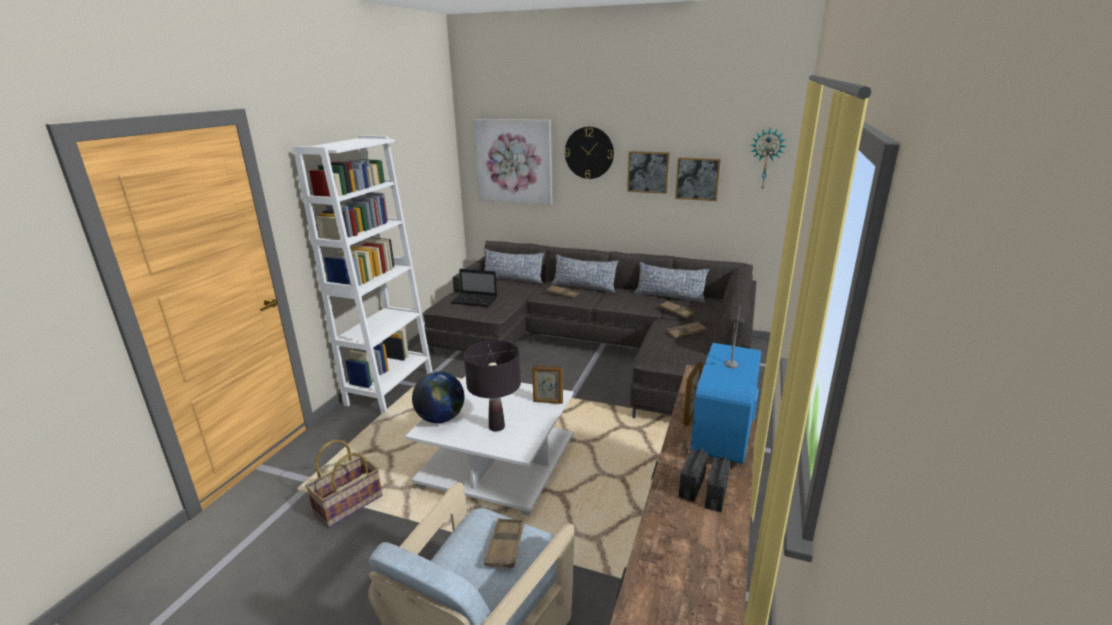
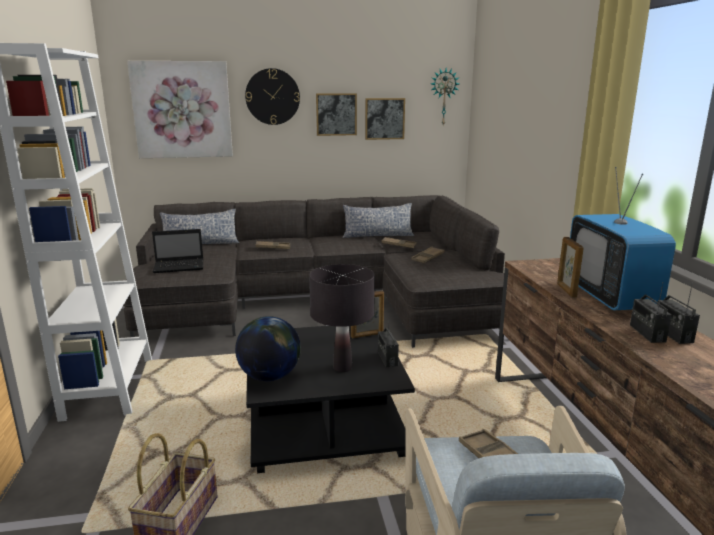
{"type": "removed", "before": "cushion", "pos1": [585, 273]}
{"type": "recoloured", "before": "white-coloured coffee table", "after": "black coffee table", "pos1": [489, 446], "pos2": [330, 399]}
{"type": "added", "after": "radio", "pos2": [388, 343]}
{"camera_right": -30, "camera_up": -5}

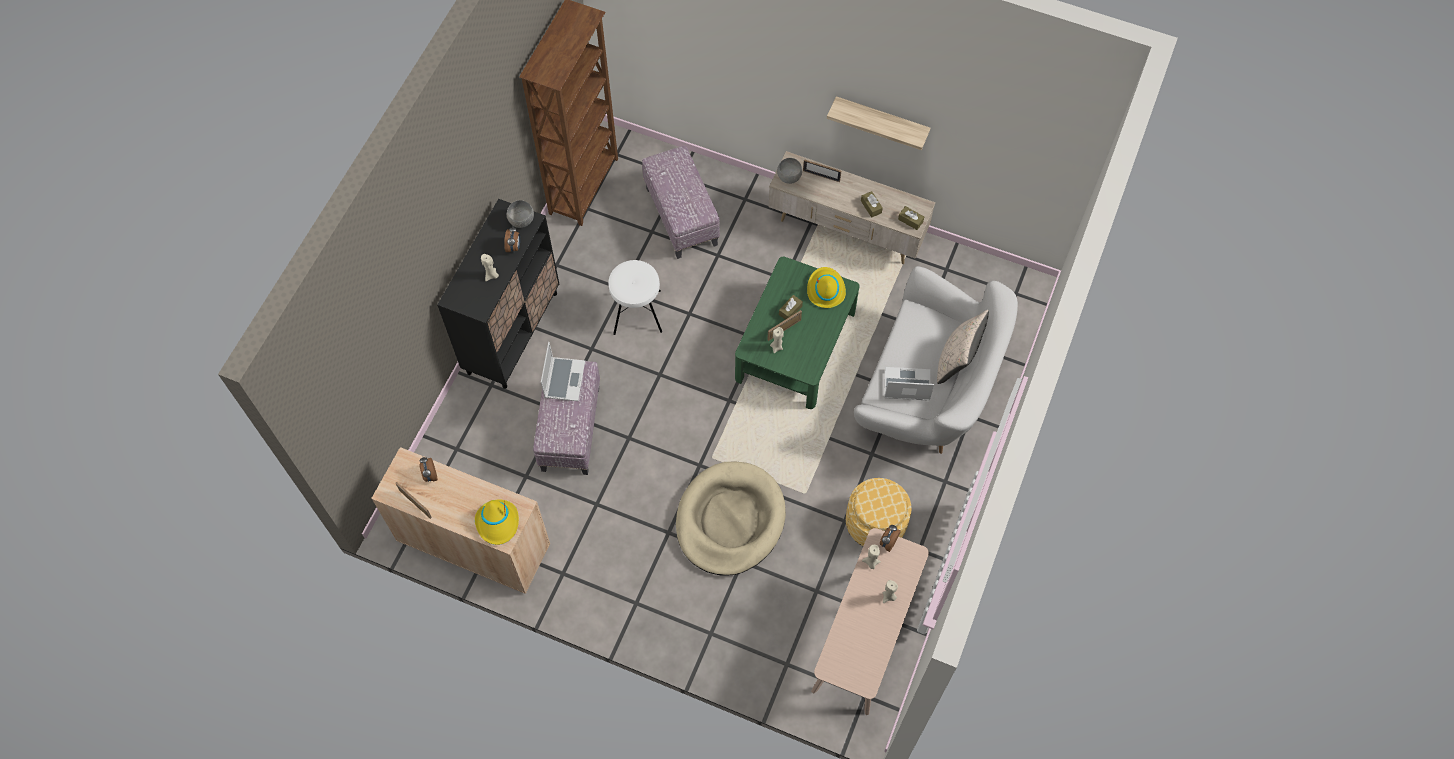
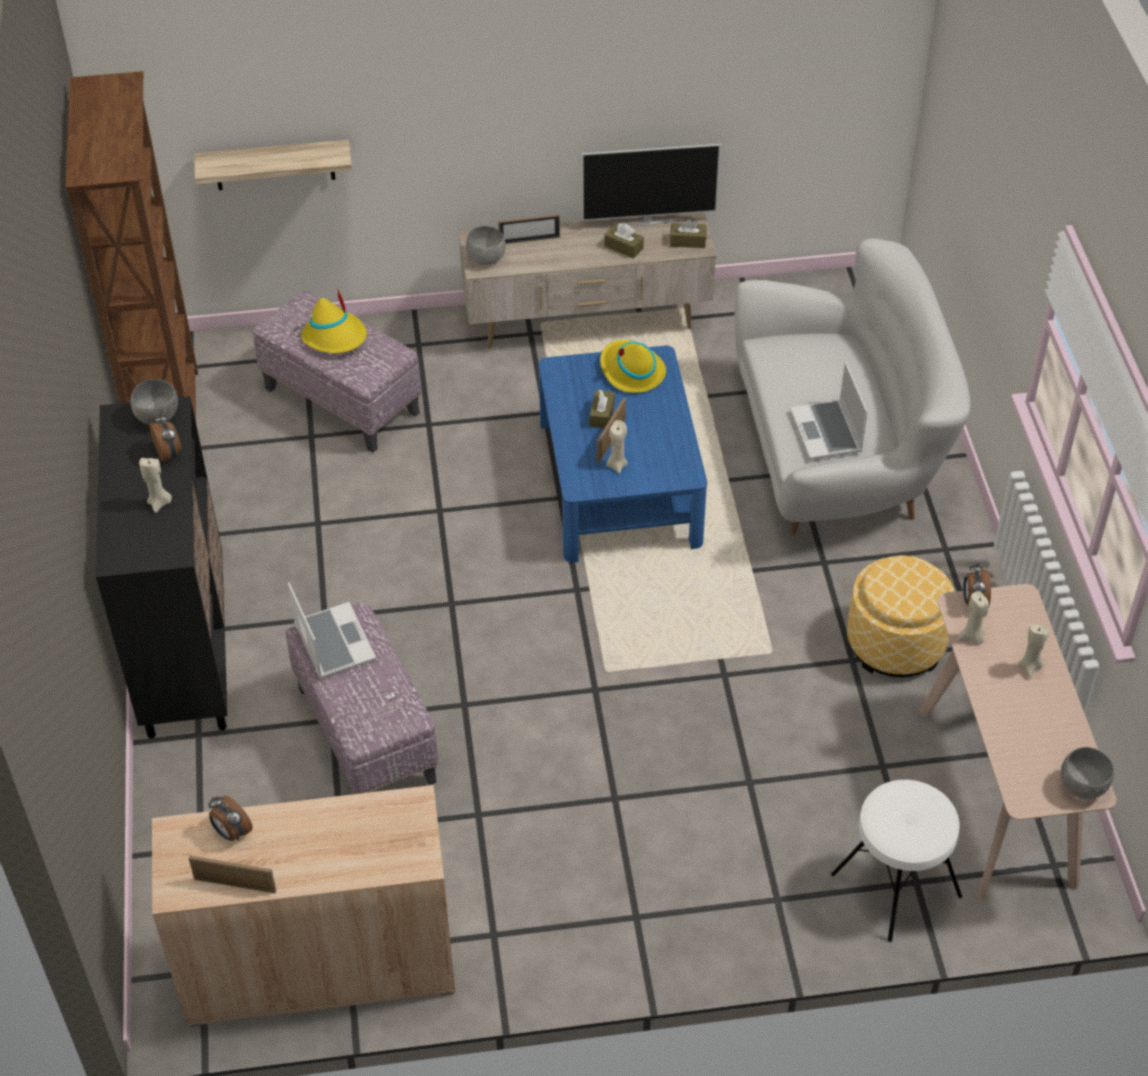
{"type": "moved", "before": "bracket shelf", "pos1": [878, 123], "pos2": [273, 165]}
{"type": "recoloured", "before": "green coffee table", "after": "blue-coloured coffee table", "pos1": [797, 333], "pos2": [622, 454]}
{"type": "moved", "before": "white-coloured sitting stool", "pos1": [635, 297], "pos2": [896, 861]}
{"type": "removed", "before": "beige cushion", "pos1": [963, 347]}
{"type": "turned", "before": "laptop", "pos1": [909, 384], "pos2": [829, 411], "turn": -75}
{"type": "removed", "before": "beige dog cushion", "pos1": [731, 518]}
{"type": "moved", "before": "yellowish wearable hat", "pos1": [497, 522], "pos2": [334, 320]}
{"type": "added", "after": "TV", "pos2": [651, 185]}
{"type": "added", "after": "gray bowl", "pos2": [1087, 773]}
{"camera_right": -30, "camera_up": -15}

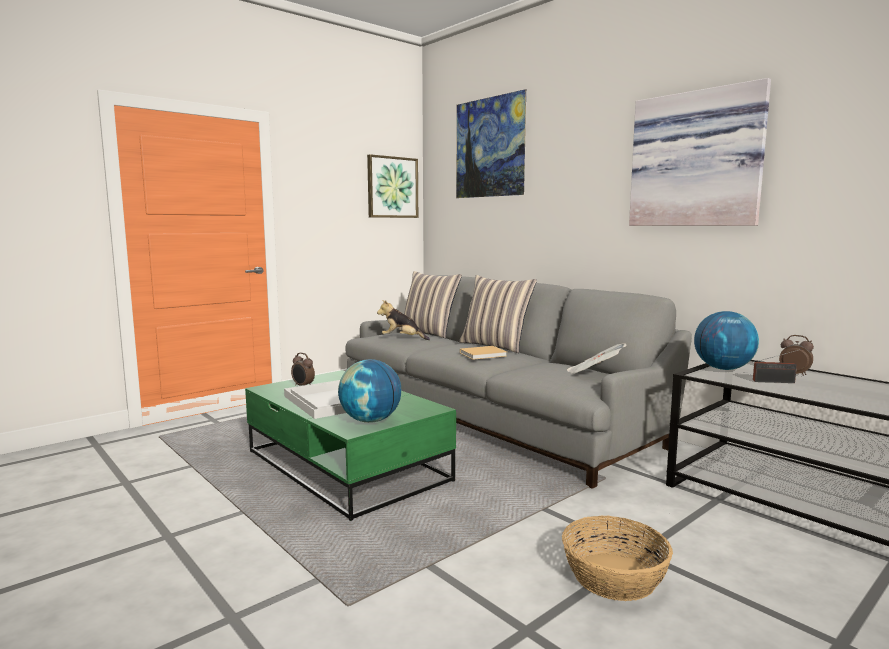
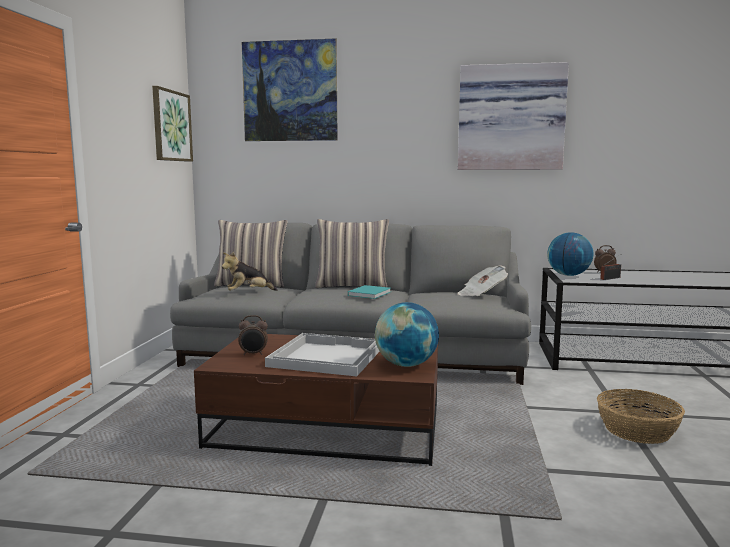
{"type": "recoloured", "before": "beige book", "after": "turquoise-coloured book", "pos1": [483, 353], "pos2": [369, 292]}
{"type": "recoloured", "before": "green coffee table", "after": "brownish coffee table", "pos1": [350, 445], "pos2": [316, 400]}
{"camera_right": -40, "camera_up": 0}

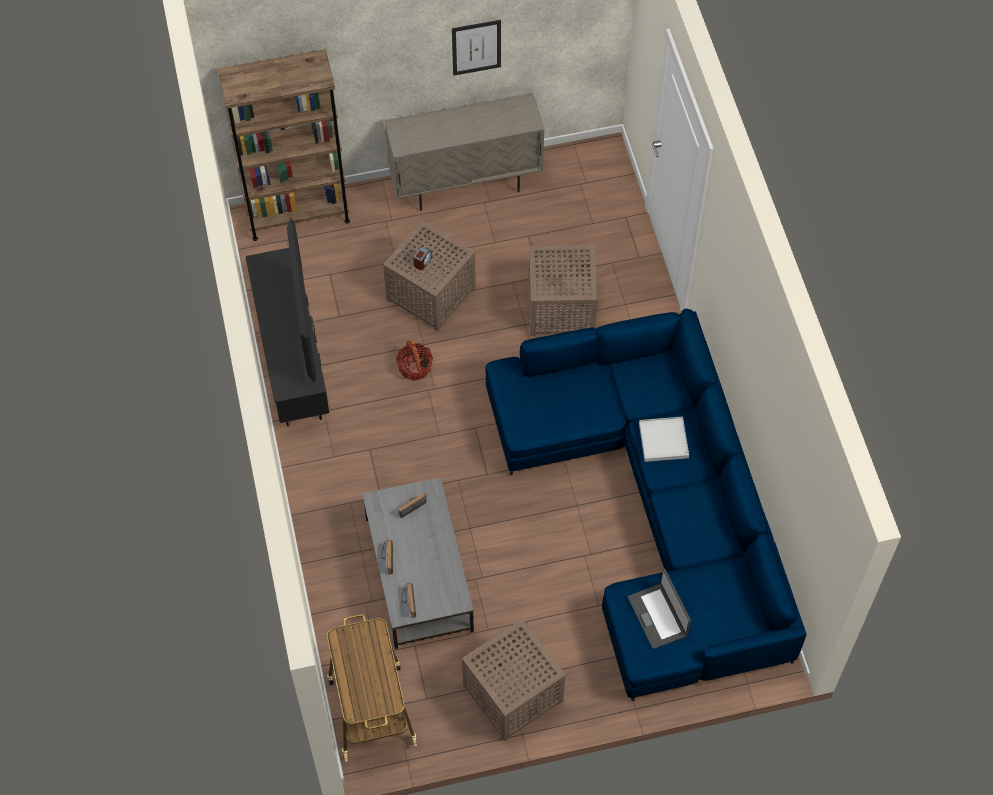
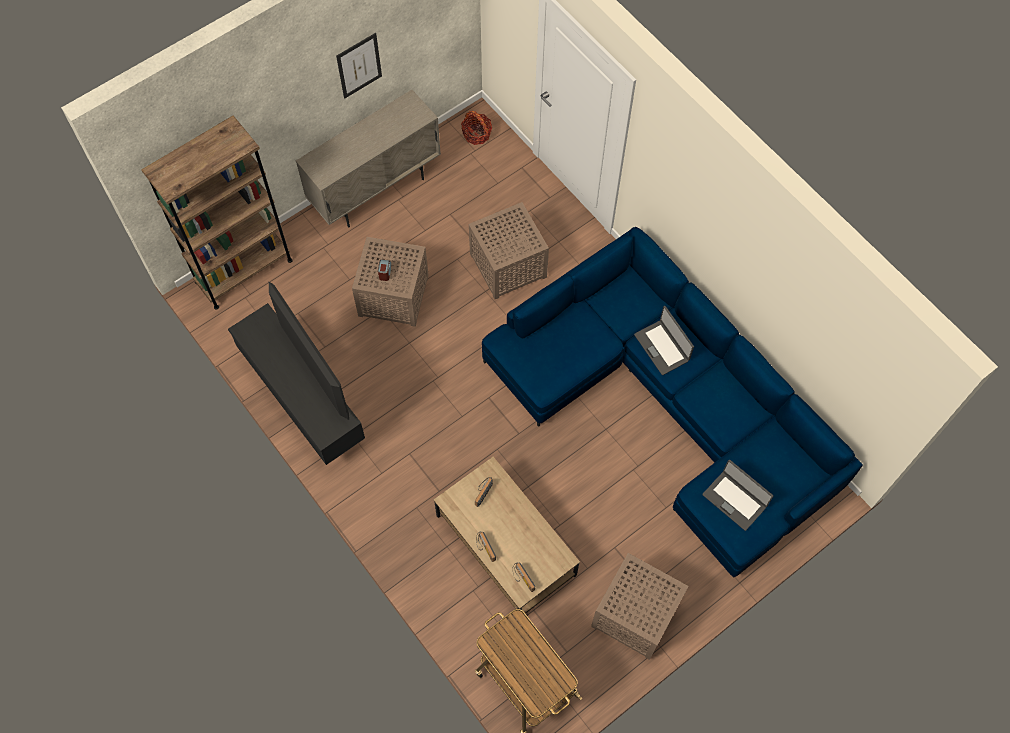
{"type": "moved", "before": "household basket", "pos1": [414, 360], "pos2": [476, 128]}
{"type": "replaced", "before": "white-coloured tray", "after": "laptop", "pos1": [664, 439], "pos2": [664, 340]}
{"type": "recoloured", "before": "gray coffee table", "after": "brownish coffee table", "pos1": [418, 563], "pos2": [507, 535]}
{"camera_right": -25, "camera_up": 5}

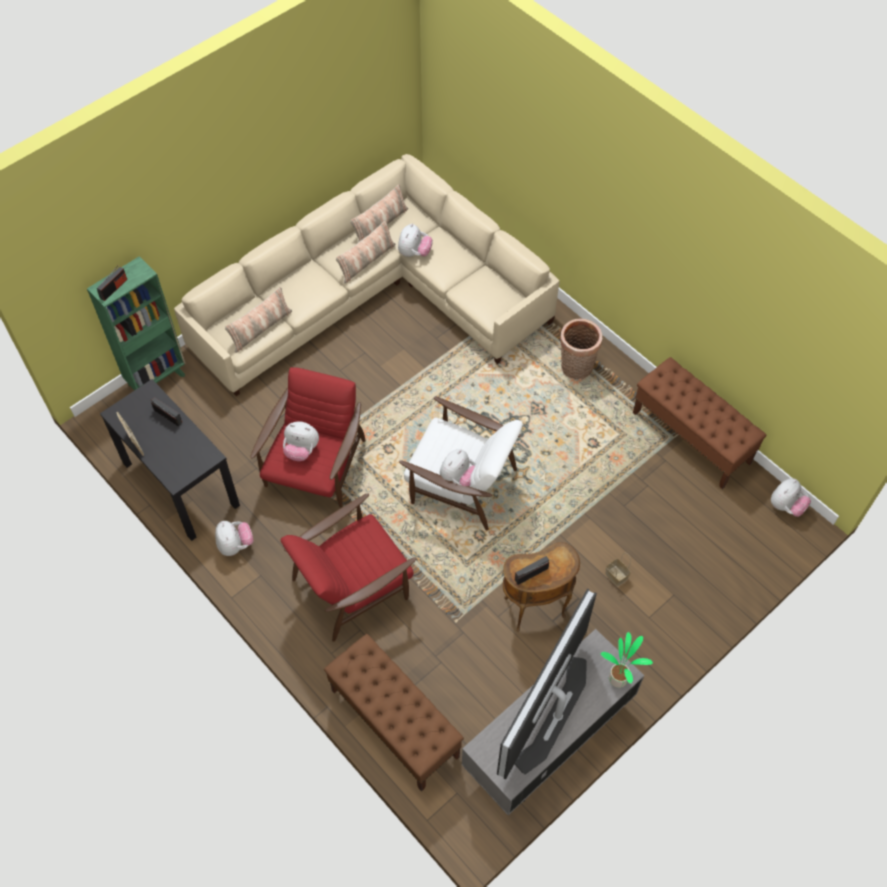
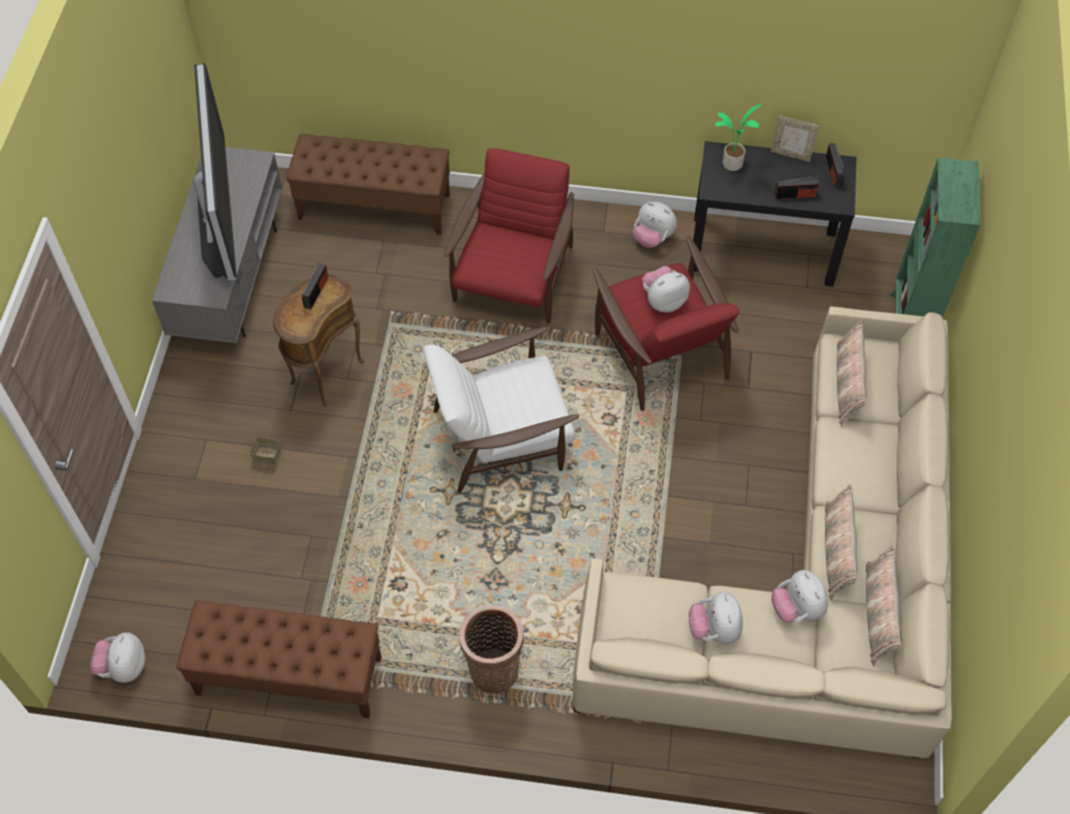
{"type": "moved", "before": "radio", "pos1": [112, 283], "pos2": [835, 165]}
{"type": "moved", "before": "plush toy", "pos1": [458, 467], "pos2": [716, 618]}
{"type": "moved", "before": "potted plant", "pos1": [627, 660], "pos2": [738, 137]}
{"camera_right": 140, "camera_up": 0}

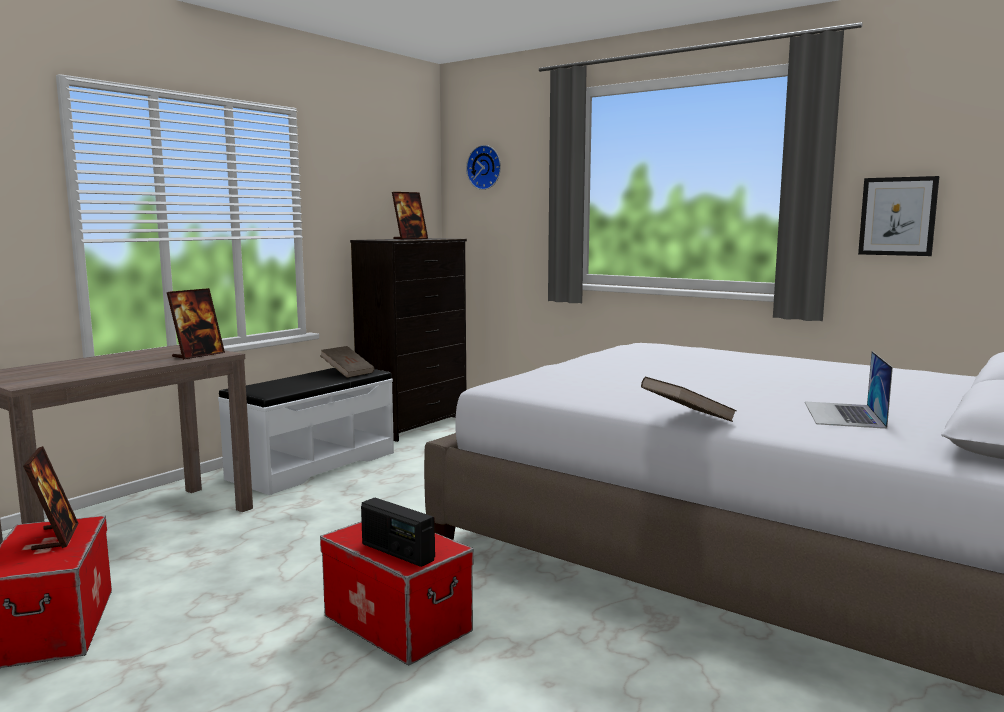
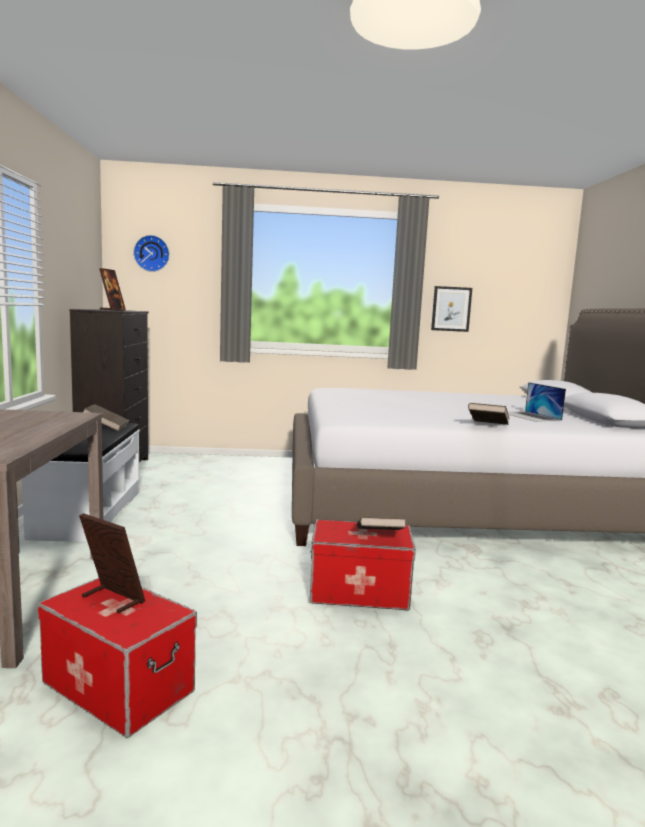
{"type": "removed", "before": "picture frame", "pos1": [196, 324]}
{"type": "replaced", "before": "radio", "after": "brownish book", "pos1": [398, 532], "pos2": [381, 523]}
{"camera_right": -40, "camera_up": 0}

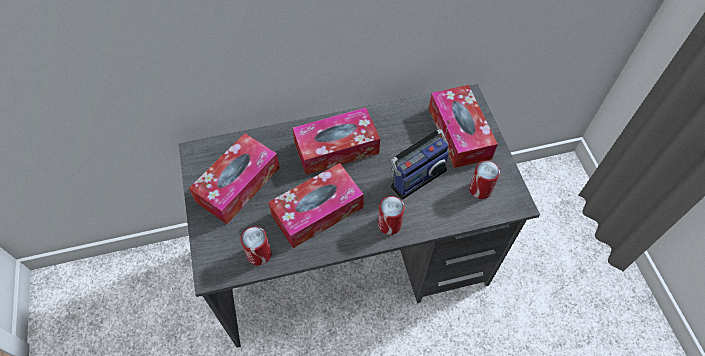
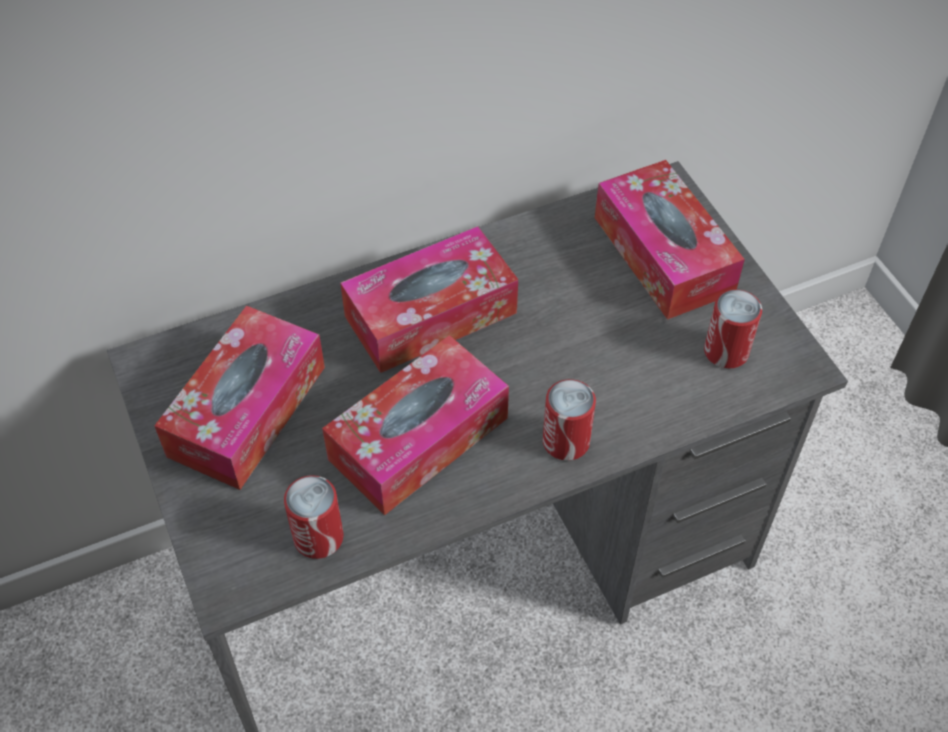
{"type": "removed", "before": "radio", "pos1": [420, 160]}
{"camera_right": -10, "camera_up": -5}

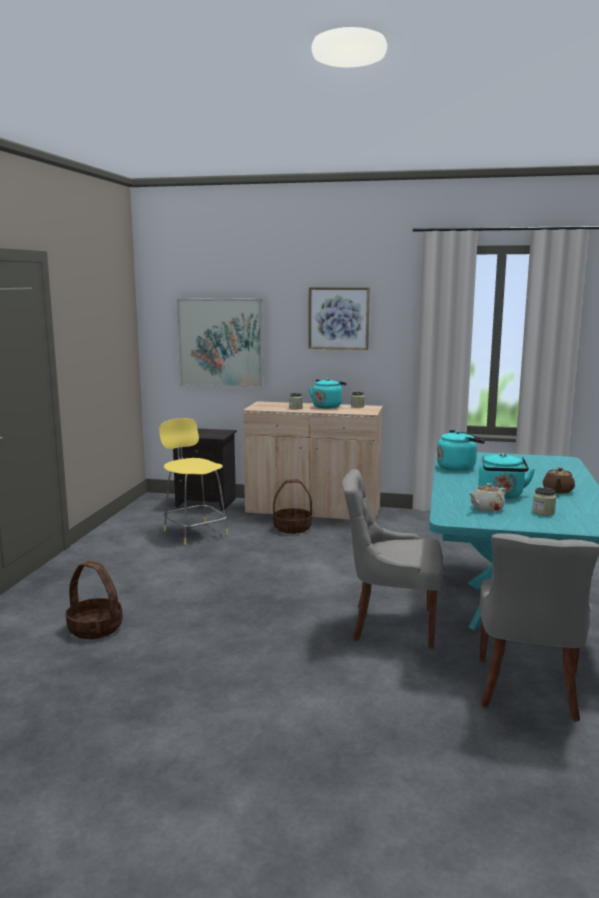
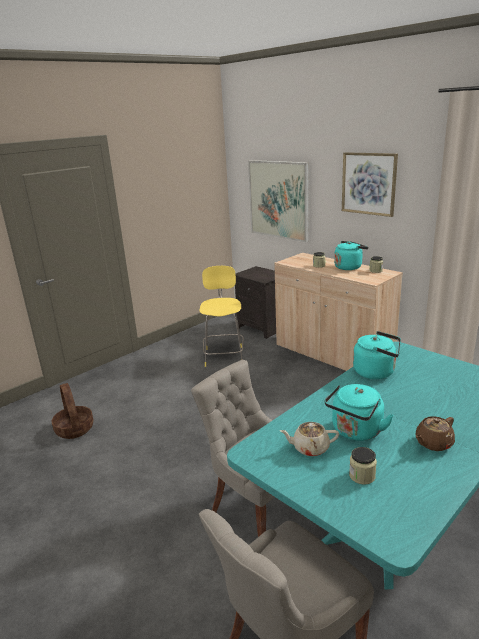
{"type": "removed", "before": "household basket", "pos1": [292, 507]}
{"camera_right": 35, "camera_up": 10}

